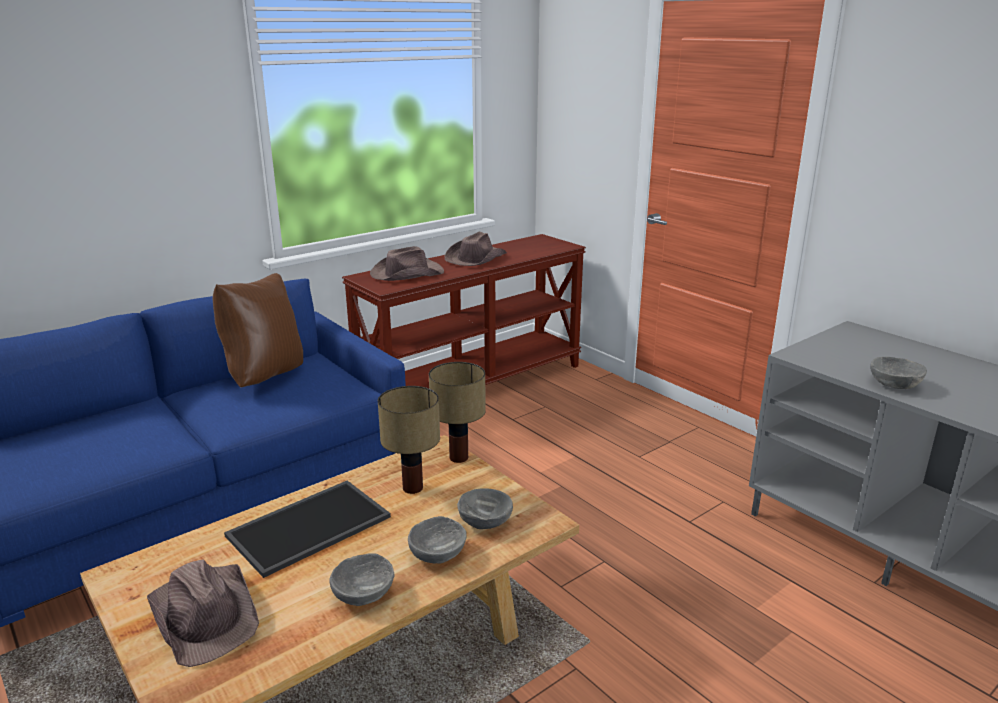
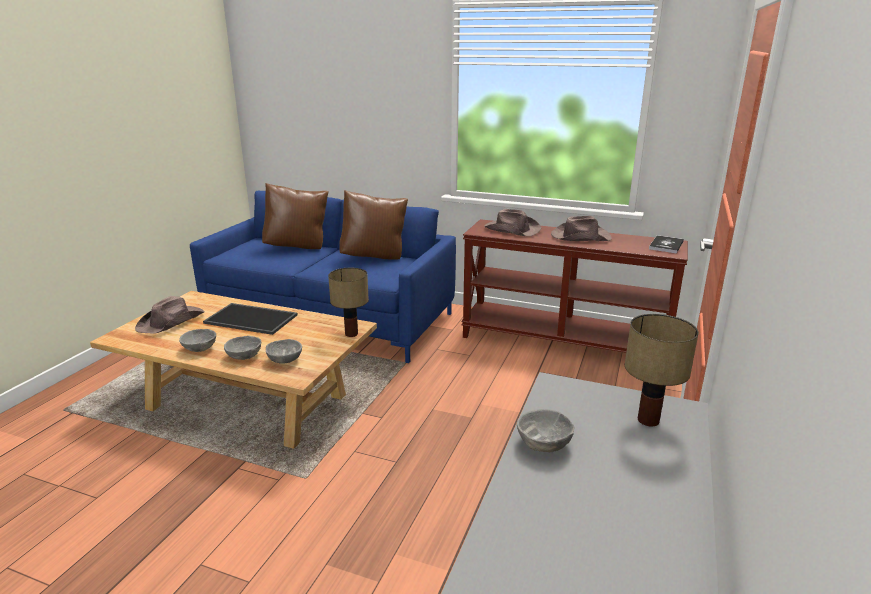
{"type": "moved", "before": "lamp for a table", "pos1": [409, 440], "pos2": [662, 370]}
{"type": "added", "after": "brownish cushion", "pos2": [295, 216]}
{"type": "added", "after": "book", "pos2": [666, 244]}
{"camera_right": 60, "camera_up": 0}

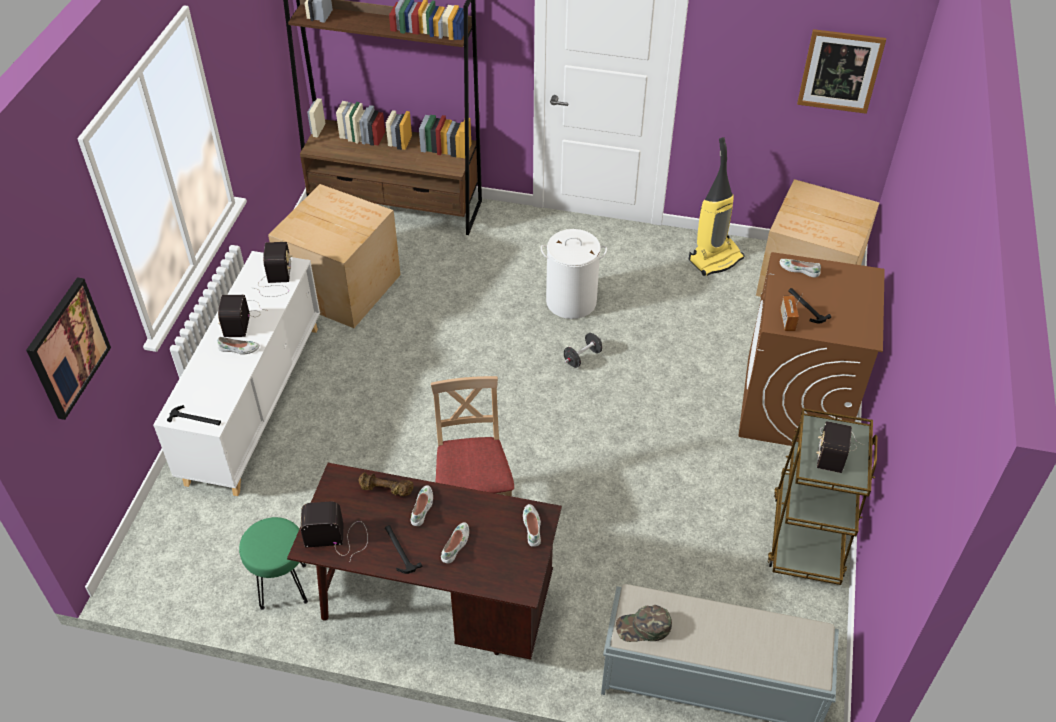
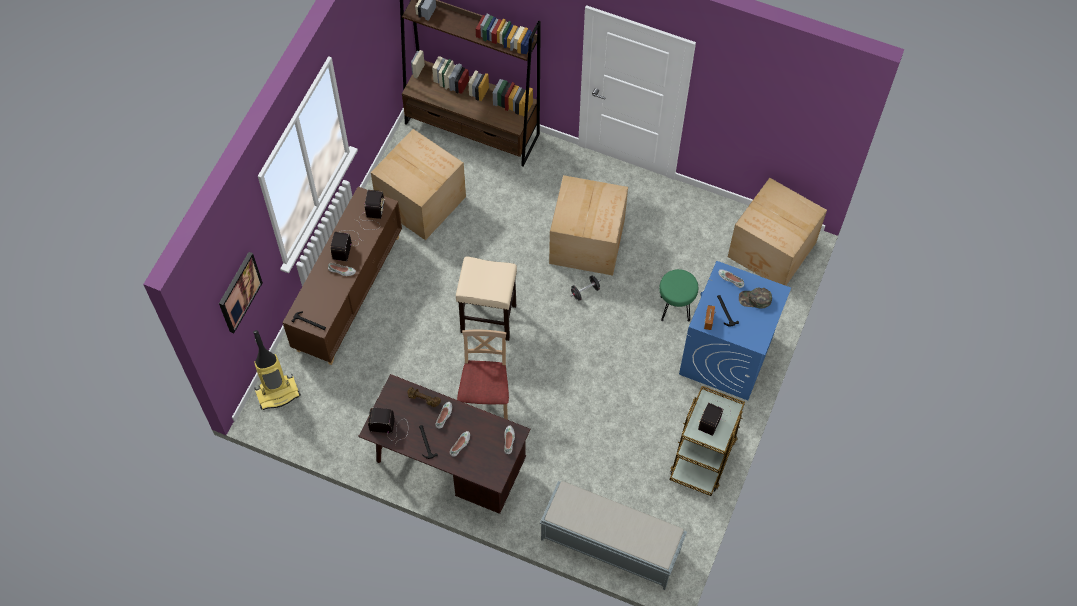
{"type": "removed", "before": "wall art", "pos1": [841, 71]}
{"type": "moved", "before": "hoover", "pos1": [716, 206], "pos2": [277, 370]}
{"type": "replaced", "before": "white-coloured washing basket", "after": "carton", "pos1": [574, 274], "pos2": [588, 225]}
{"type": "recoloured", "before": "white-coloured storage cabinet", "after": "brownish storage cabinet", "pos1": [236, 373], "pos2": [342, 276]}
{"type": "recoloured", "before": "brownish laundry appliance", "after": "blue-coloured laundry appliance", "pos1": [811, 349], "pos2": [735, 330]}
{"type": "moved", "before": "green sitting stool", "pos1": [273, 563], "pos2": [678, 295]}
{"type": "moved", "before": "green peaked cap", "pos1": [644, 623], "pos2": [755, 298]}
{"type": "added", "after": "beige sitting stool", "pos2": [486, 298]}
{"camera_right": 10, "camera_up": 15}

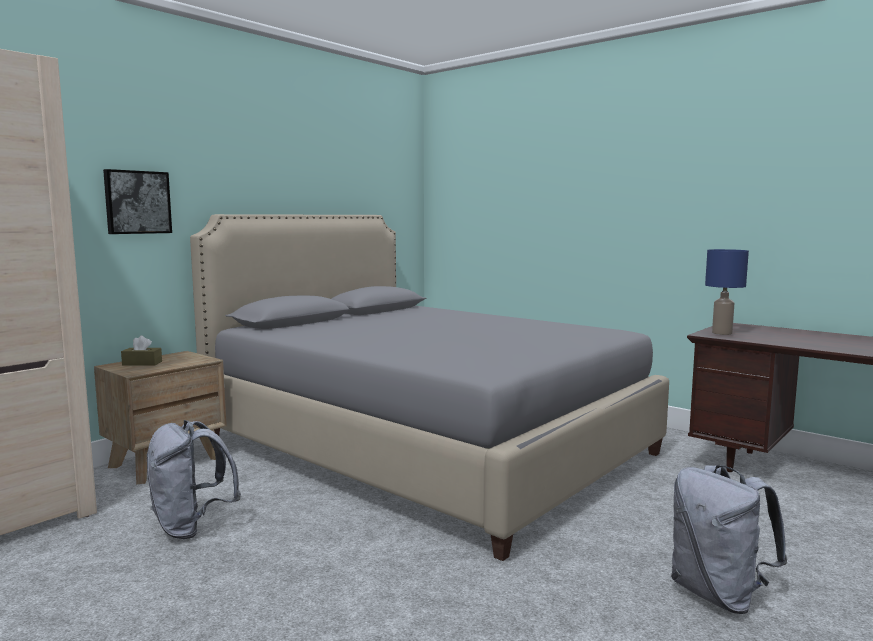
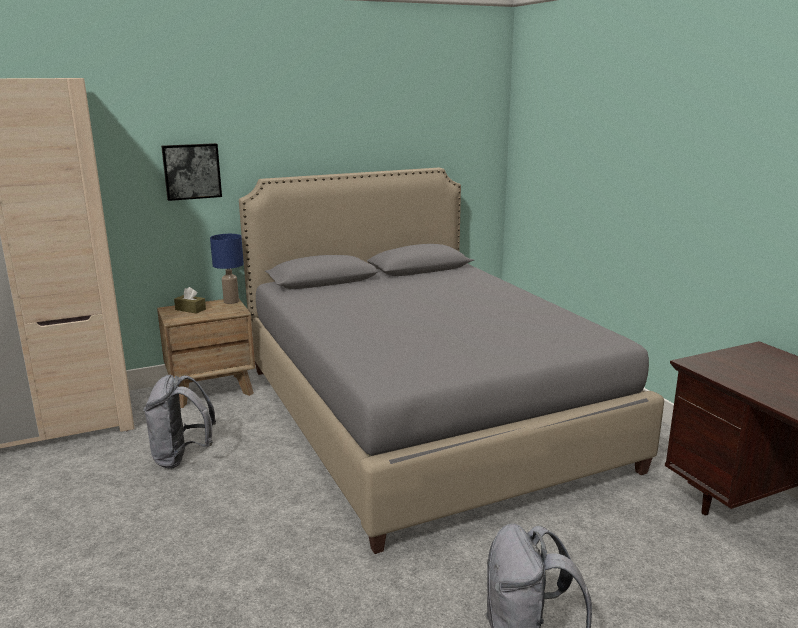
{"type": "moved", "before": "blue-coloured lamp for a table", "pos1": [727, 292], "pos2": [227, 269]}
{"camera_right": 25, "camera_up": 10}

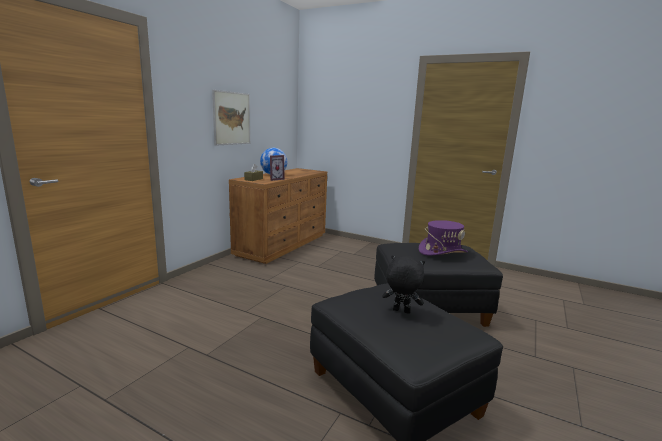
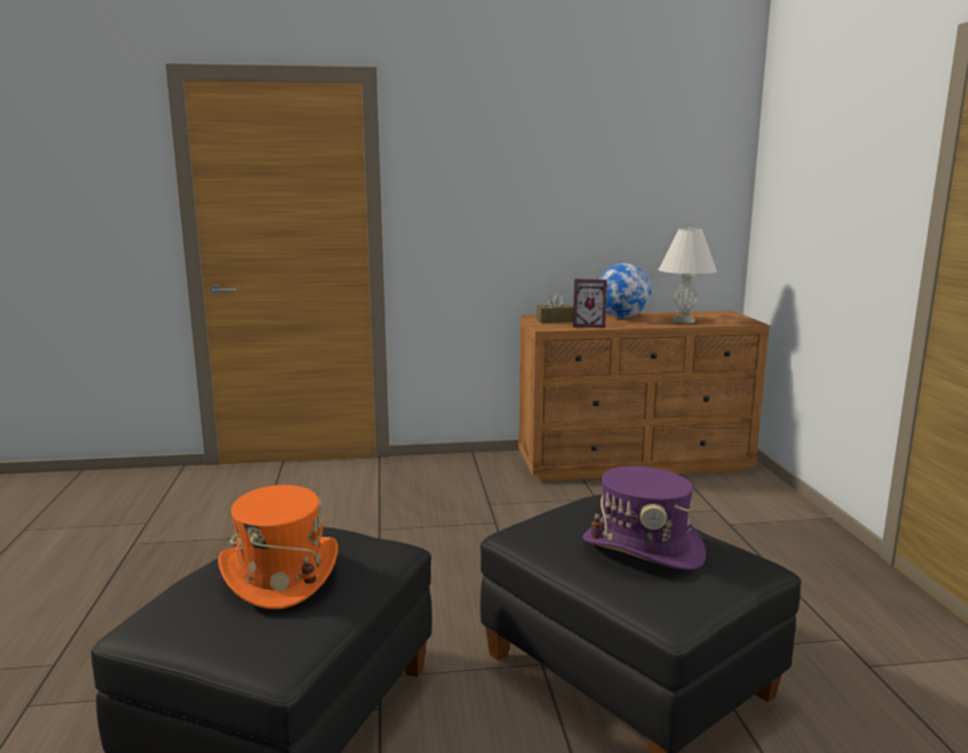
{"type": "removed", "before": "wall art", "pos1": [231, 118]}
{"type": "replaced", "before": "black plush toy", "after": "orange wearable hat", "pos1": [403, 284], "pos2": [278, 547]}
{"type": "added", "after": "white-coloured lamp for a table", "pos2": [687, 275]}
{"camera_right": 55, "camera_up": 0}

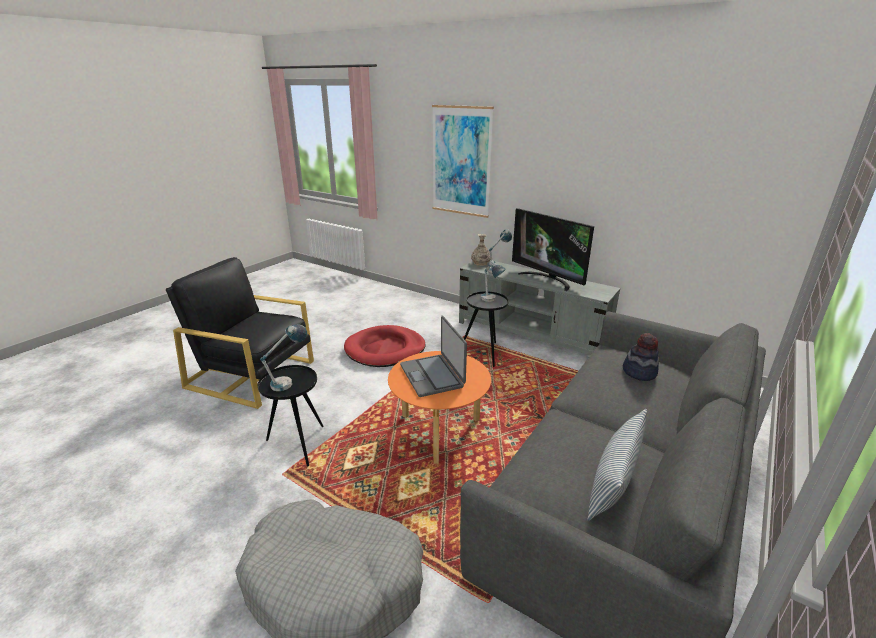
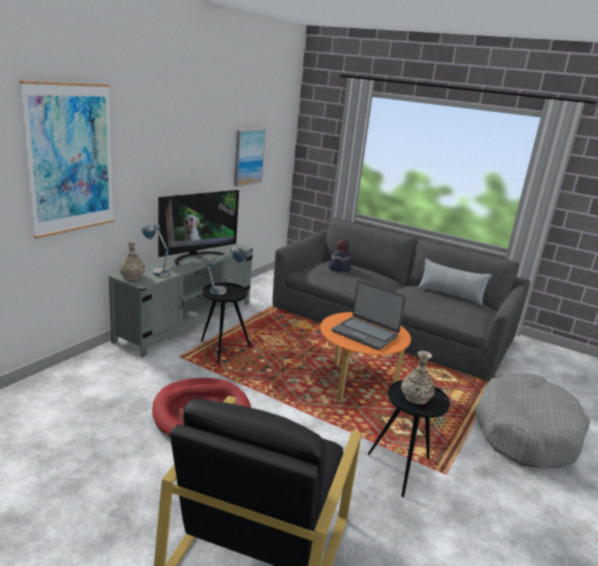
{"type": "turned", "before": "laptop", "pos1": [433, 356], "pos2": [368, 315], "turn": 60}
{"type": "replaced", "before": "lamp for a table", "after": "decorative vase", "pos1": [283, 357], "pos2": [418, 377]}
{"type": "added", "after": "wall art", "pos2": [250, 158]}
{"camera_right": -95, "camera_up": -5}

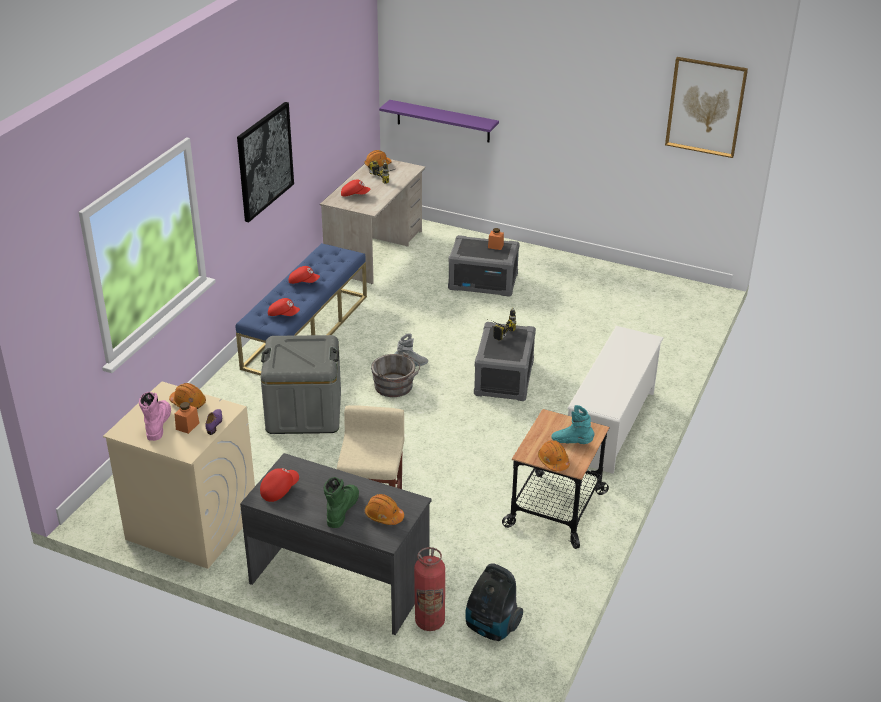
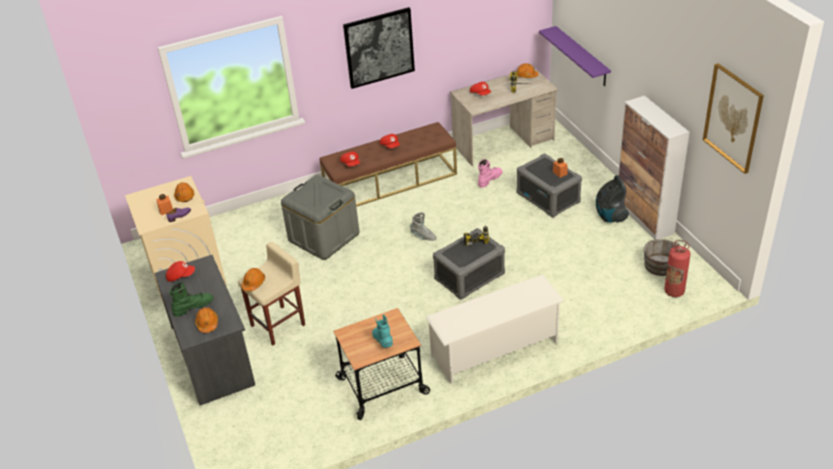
{"type": "recoloured", "before": "blue-coloured indoor bench", "after": "brownish indoor bench", "pos1": [301, 309], "pos2": [388, 164]}
{"type": "moved", "before": "gray pail", "pos1": [395, 374], "pos2": [662, 257]}
{"type": "moved", "before": "pink-coloured tall boot", "pos1": [155, 416], "pos2": [490, 173]}
{"type": "moved", "before": "orange safety helmet", "pos1": [554, 455], "pos2": [253, 279]}
{"type": "moved", "before": "extinguisher", "pos1": [429, 589], "pos2": [677, 268]}
{"type": "moved", "before": "hoover", "pos1": [494, 602], "pos2": [612, 199]}
{"type": "added", "after": "storage cabinet", "pos2": [654, 167]}
{"camera_right": 45, "camera_up": 5}

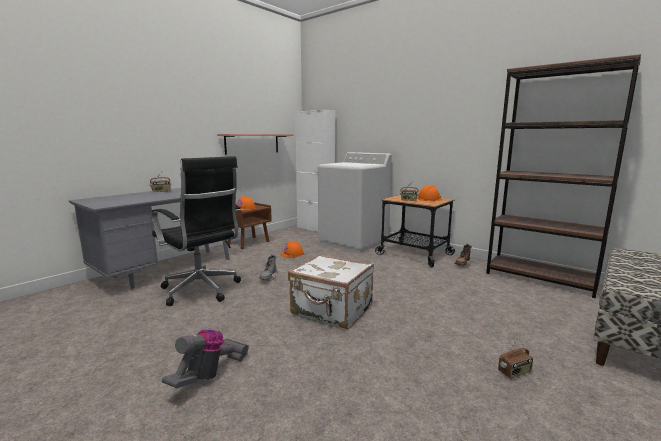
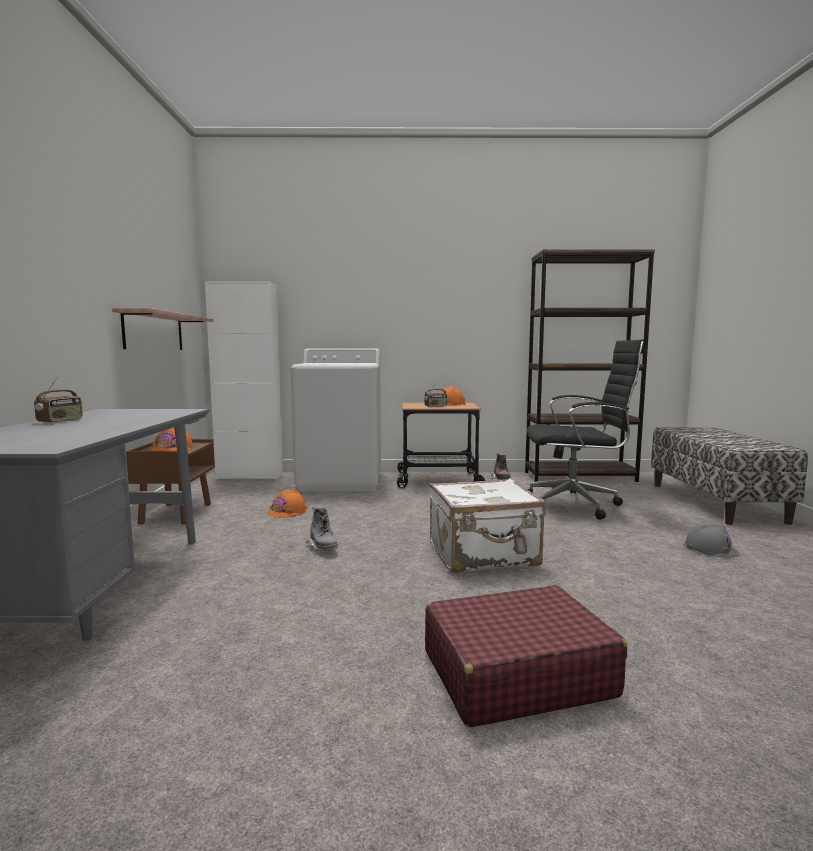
{"type": "moved", "before": "black office chair", "pos1": [196, 231], "pos2": [586, 429]}
{"type": "replaced", "before": "hoover", "after": "red piece of luggage", "pos1": [205, 358], "pos2": [526, 656]}
{"type": "replaced", "before": "radio", "after": "gray safety helmet", "pos1": [515, 358], "pos2": [711, 539]}
{"camera_right": -40, "camera_up": -5}

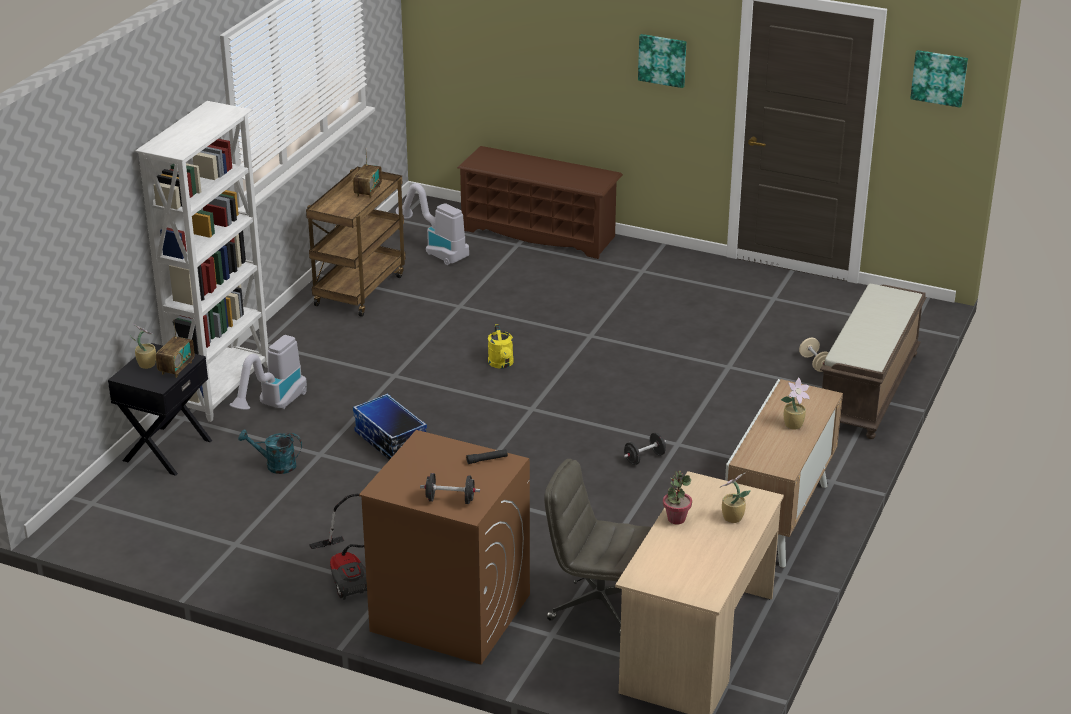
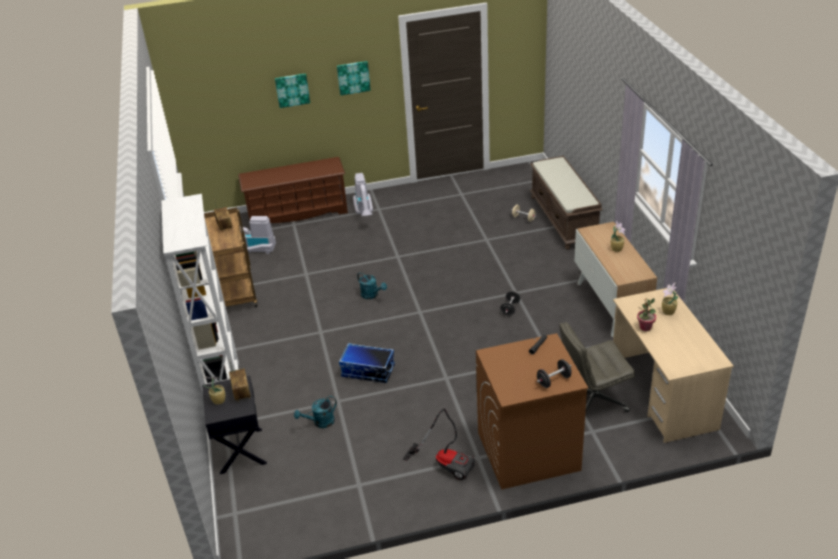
{"type": "moved", "before": "wall art", "pos1": [939, 79], "pos2": [292, 90]}
{"type": "recoloured", "before": "yellowish watering can", "after": "turquoise-coloured watering can", "pos1": [501, 346], "pos2": [372, 285]}
{"type": "moved", "before": "hoover", "pos1": [268, 372], "pos2": [363, 194]}
{"camera_right": -35, "camera_up": 5}

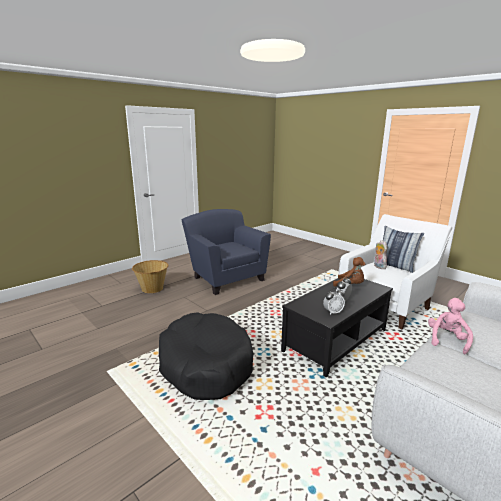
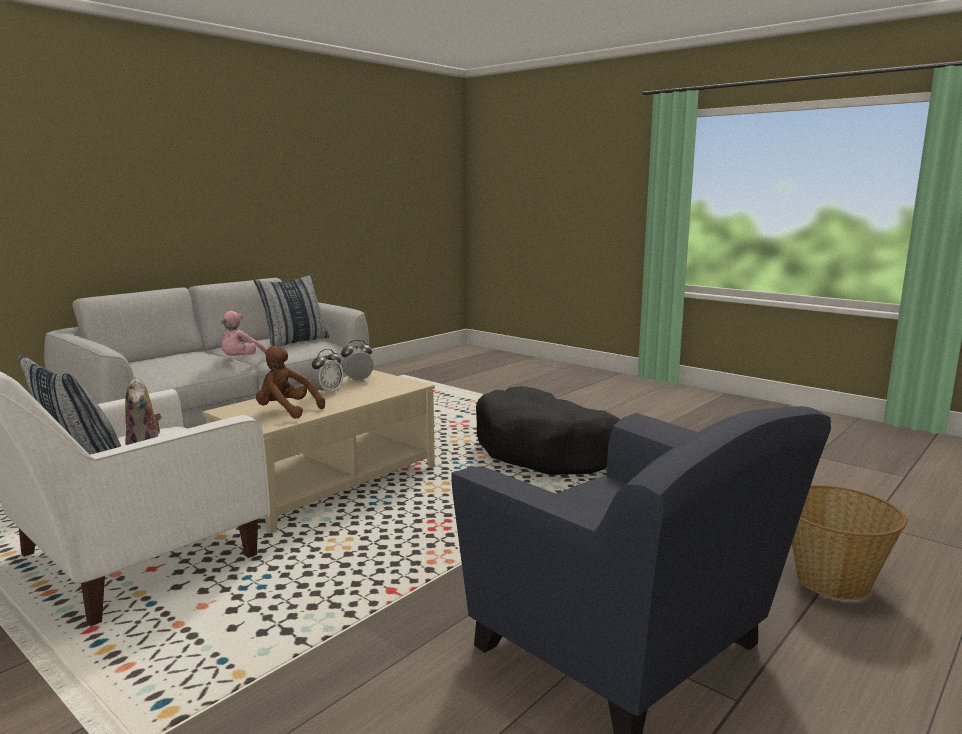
{"type": "recoloured", "before": "black coffee table", "after": "beige coffee table", "pos1": [337, 326], "pos2": [319, 451]}
{"type": "added", "after": "cushion", "pos2": [291, 310]}
{"camera_right": 175, "camera_up": -5}

